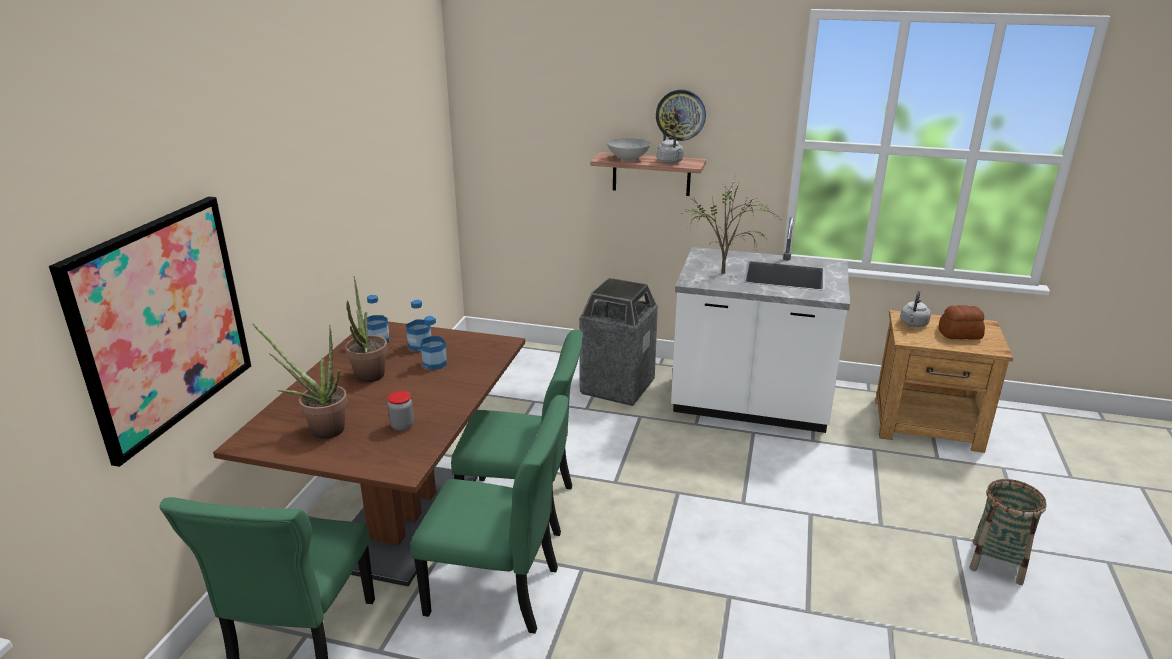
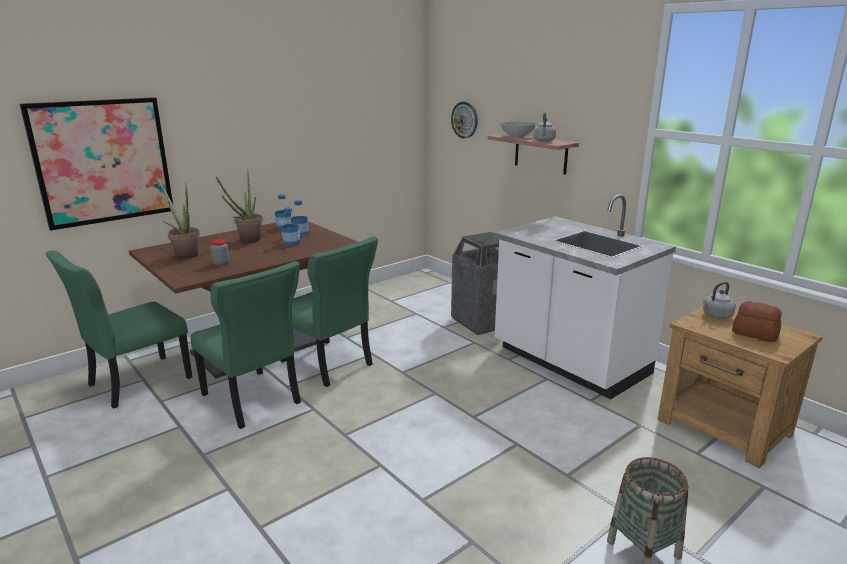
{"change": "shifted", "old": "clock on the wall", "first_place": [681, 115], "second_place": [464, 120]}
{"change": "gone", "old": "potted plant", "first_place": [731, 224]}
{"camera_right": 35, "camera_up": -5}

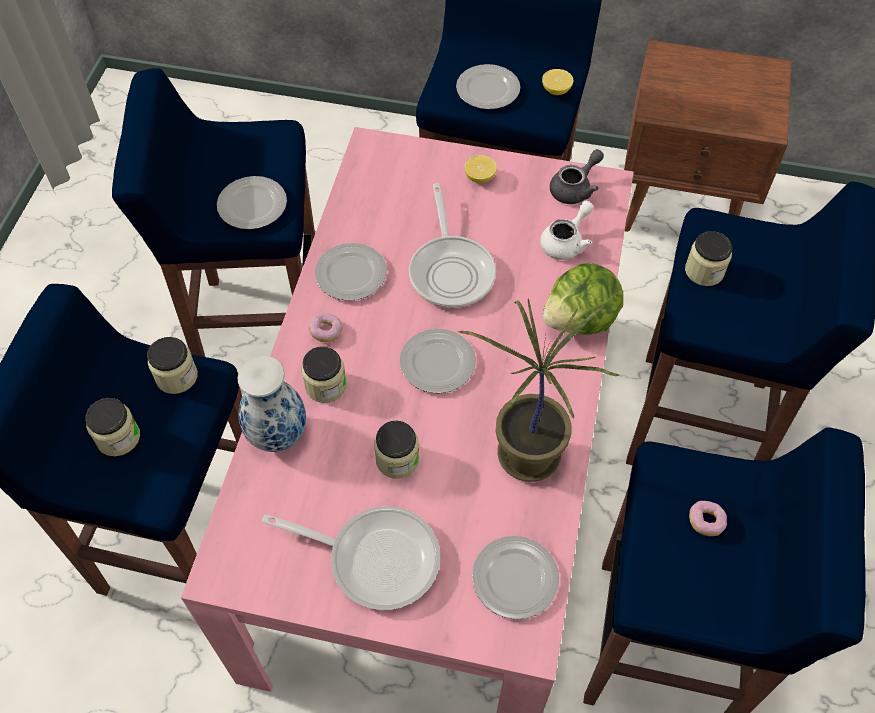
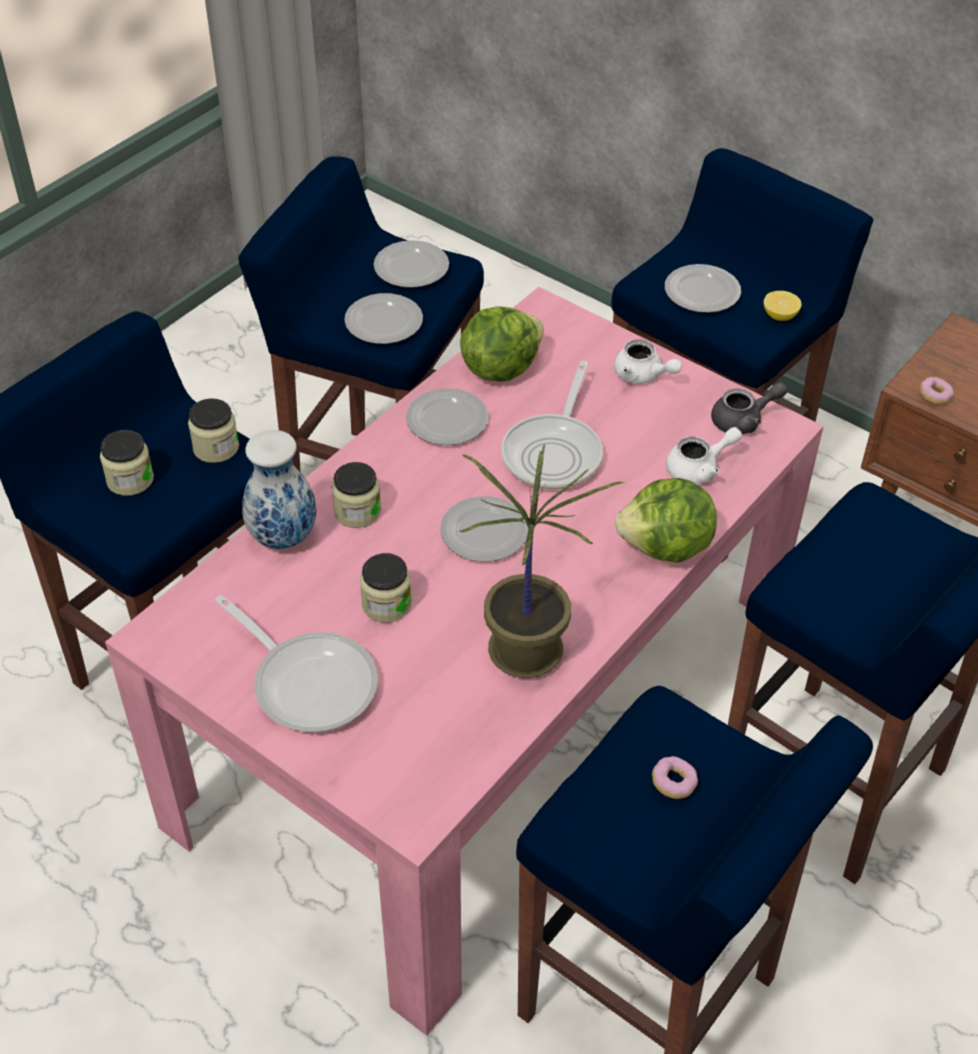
{"change": "shifted", "old": "donut", "first_place": [325, 327], "second_place": [937, 391]}
{"change": "swapped", "old": "citrus fruit", "new": "white-coloured pot for tea", "first_place": [480, 169], "second_place": [648, 361]}
{"change": "shifted", "old": "flat dish", "first_place": [515, 578], "second_place": [411, 264]}
{"change": "gone", "old": "storage jar", "first_place": [708, 258]}
{"change": "new", "new": "lettuce", "second_place": [502, 344]}
{"camera_right": 25, "camera_up": -10}

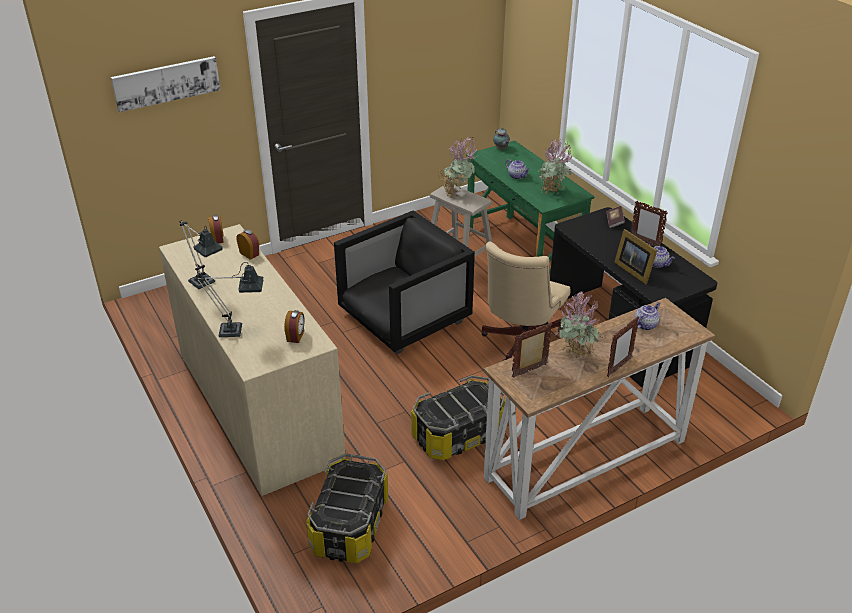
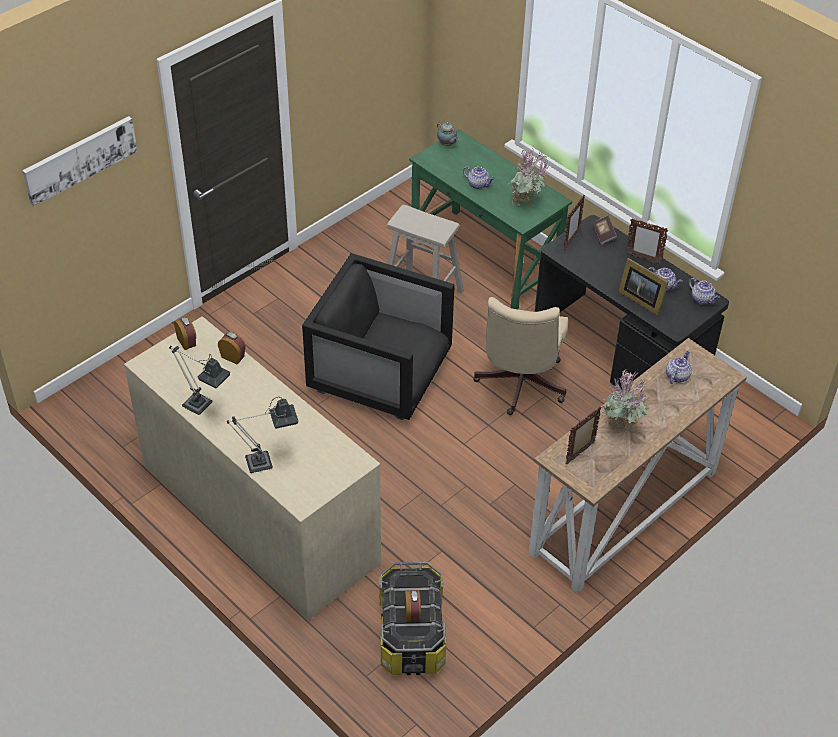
{"change": "shifted", "old": "alarm clock", "first_place": [294, 326], "second_place": [413, 606]}
{"change": "rotated", "old": "black-coloured lounge chair", "first_place": [404, 282], "second_place": [378, 336], "degrees": -105}
{"change": "gone", "old": "storage container", "first_place": [458, 417]}
{"change": "gone", "old": "potted plant", "first_place": [458, 168]}
{"change": "shifted", "old": "picture frame", "first_place": [623, 346], "second_place": [574, 222]}
{"change": "new", "new": "pot for tea", "second_place": [704, 291]}
{"camera_right": -15, "camera_up": 10}

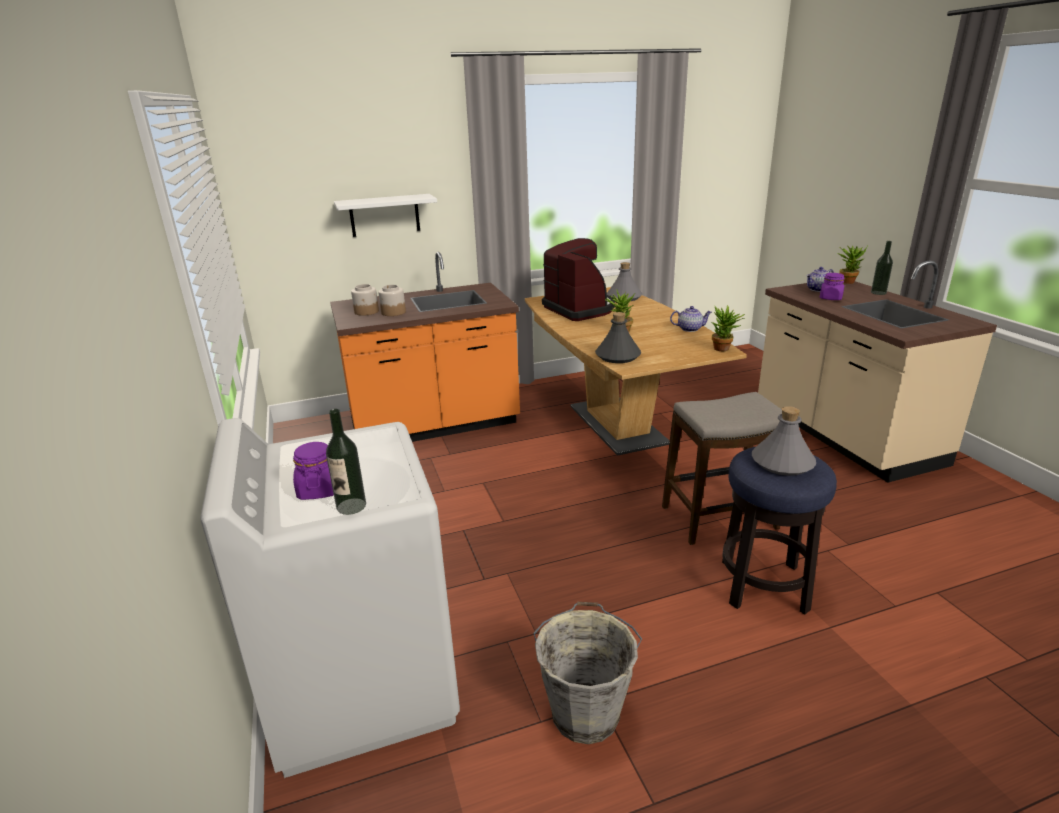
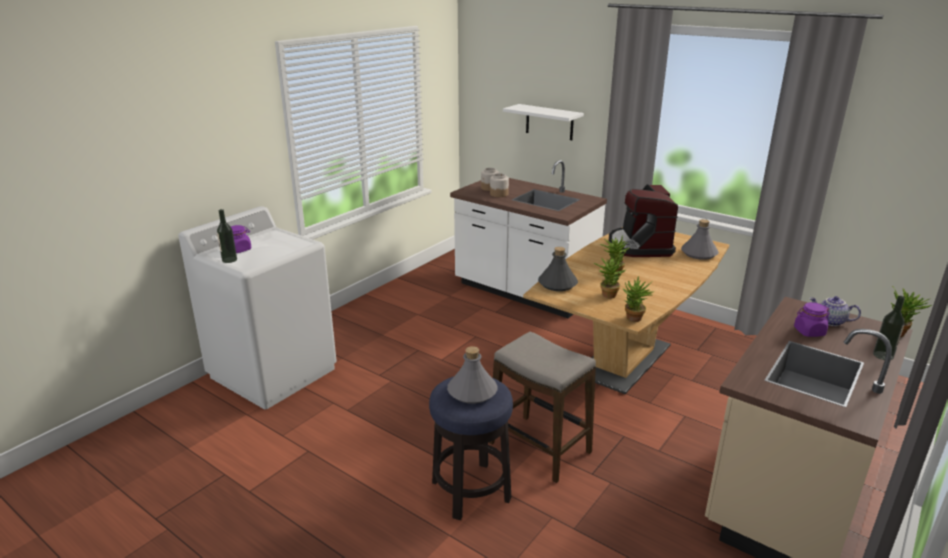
{"change": "repainted", "old": "orange kitchen counter", "new": "white-coloured kitchen counter", "first_place": [425, 347], "second_place": [528, 239]}
{"change": "gone", "old": "greyish pail", "first_place": [587, 672]}
{"change": "rotated", "old": "coffee machine", "first_place": [578, 279], "second_place": [643, 220], "degrees": 150}
{"change": "gone", "old": "pot for tea", "first_place": [691, 319]}
{"change": "new", "new": "potted plant", "second_place": [610, 277]}
{"camera_right": 55, "camera_up": 0}

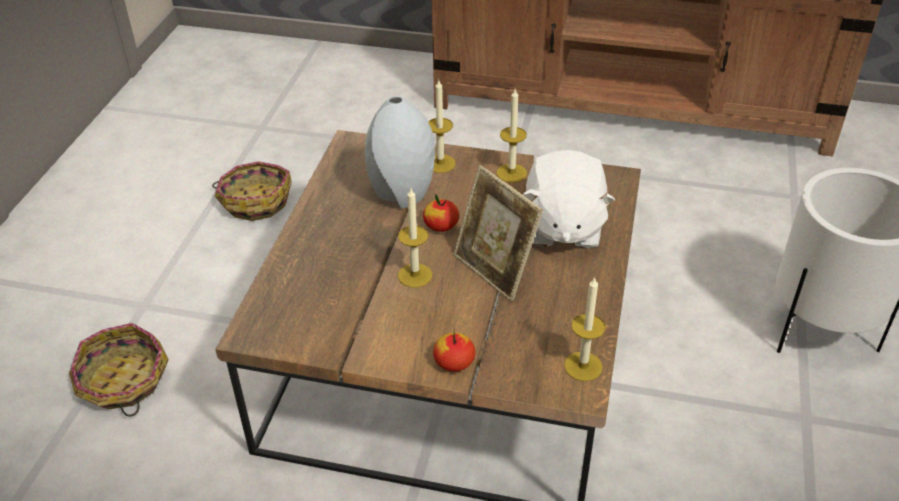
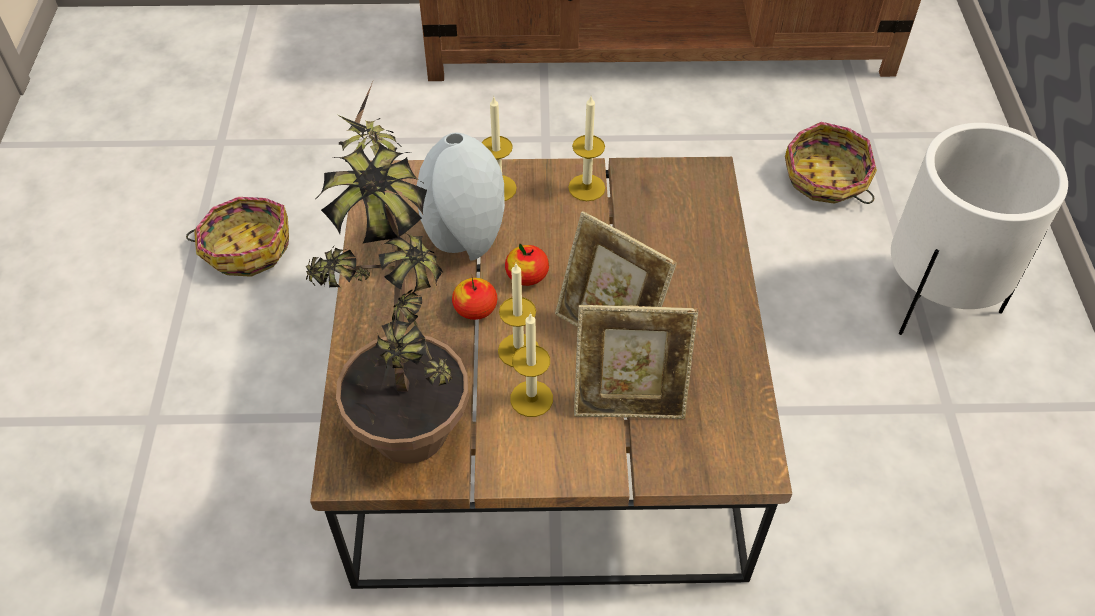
{"change": "shifted", "old": "household basket", "first_place": [119, 370], "second_place": [831, 163]}
{"change": "shifted", "old": "apple", "first_place": [454, 351], "second_place": [474, 298]}
{"change": "gone", "old": "white-coloured cuddly toy", "first_place": [568, 199]}
{"change": "shifted", "old": "wax light", "first_place": [585, 328], "second_place": [531, 365]}
{"change": "new", "new": "potted plant", "second_place": [387, 273]}
{"change": "new", "new": "picture frame", "second_place": [636, 362]}
{"camera_right": -15, "camera_up": 10}

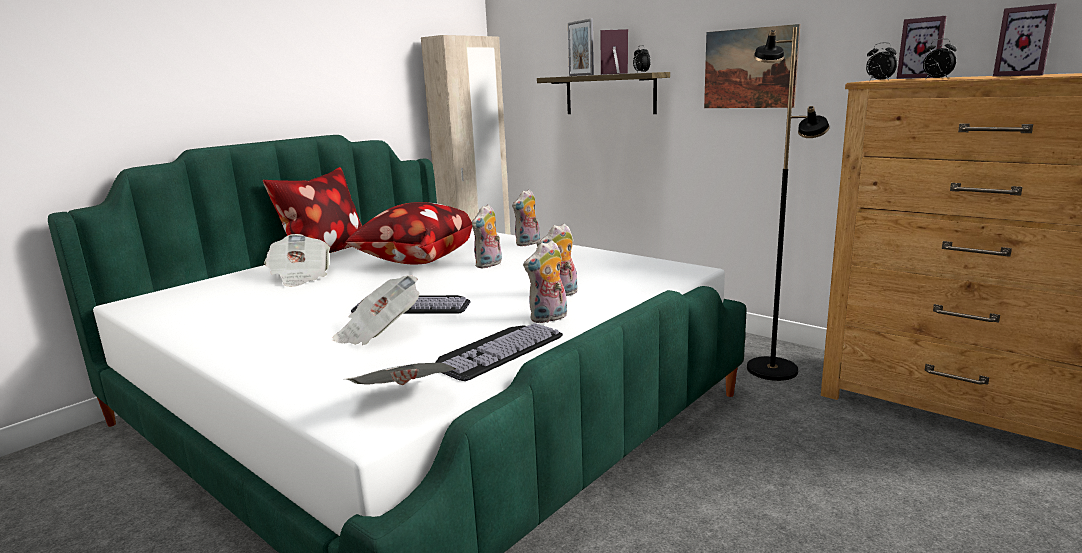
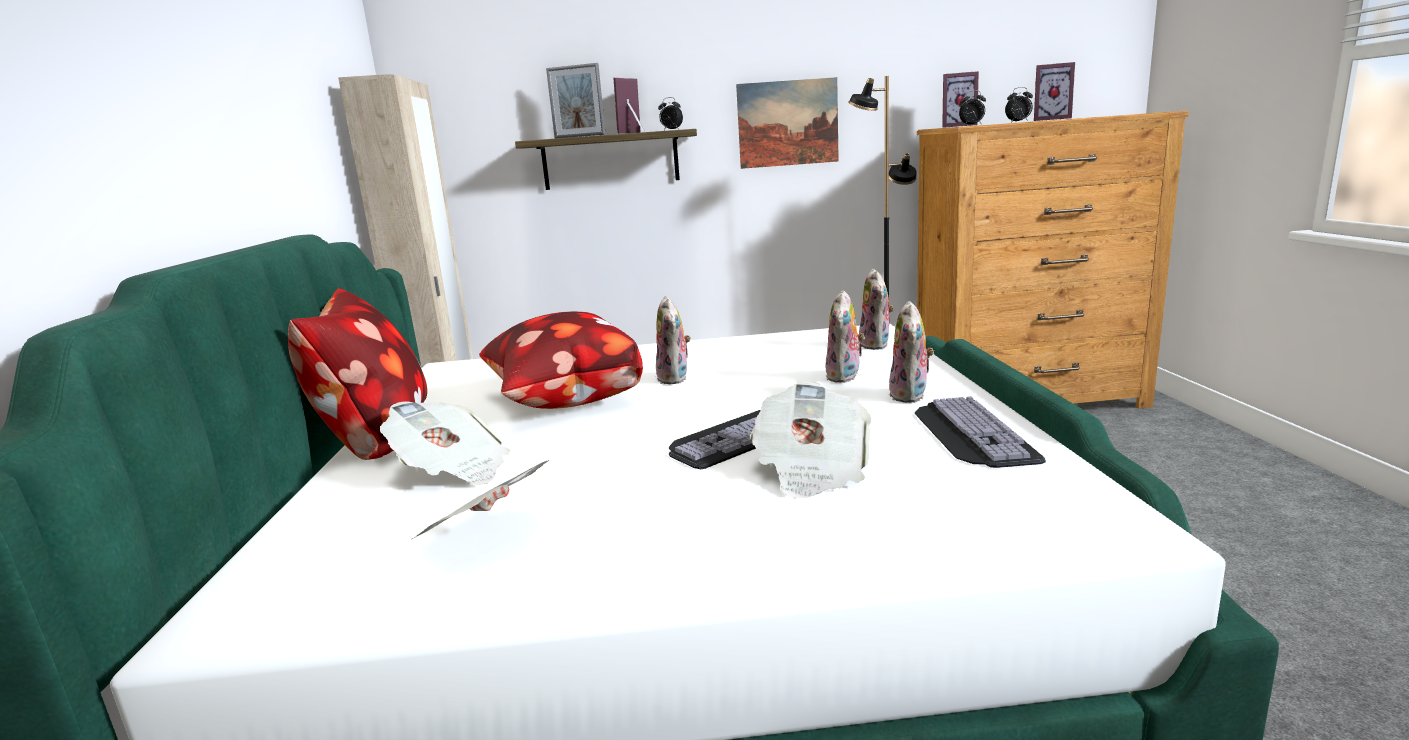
{"change": "shifted", "old": "daily paper", "first_place": [401, 374], "second_place": [479, 500]}
{"change": "shifted", "old": "cuddly toy", "first_place": [526, 217], "second_place": [876, 309]}
{"camera_right": -45, "camera_up": 0}

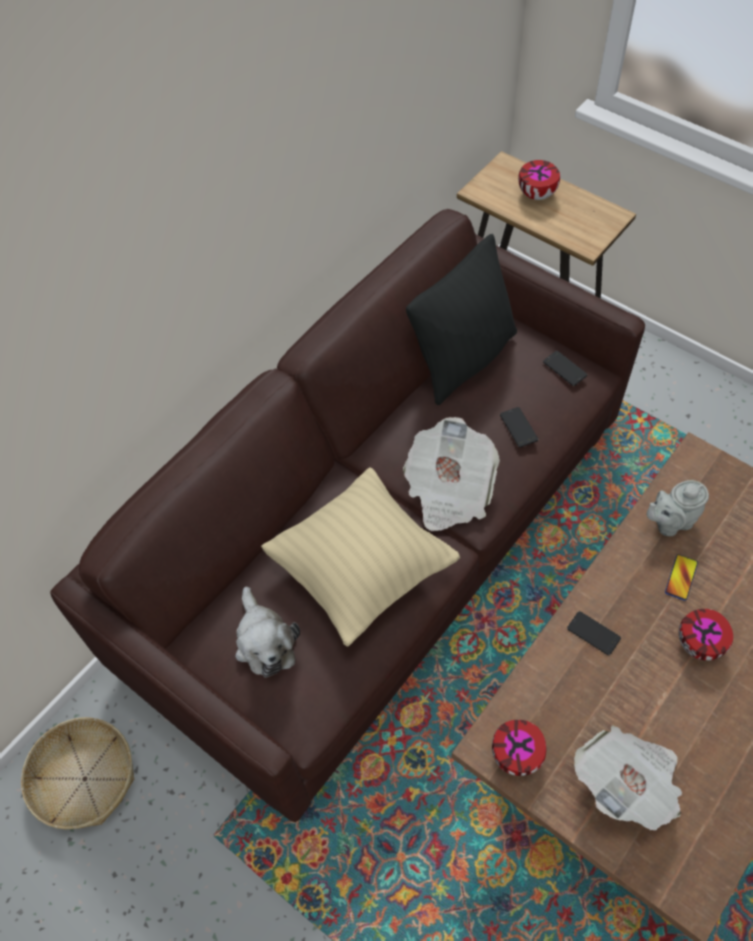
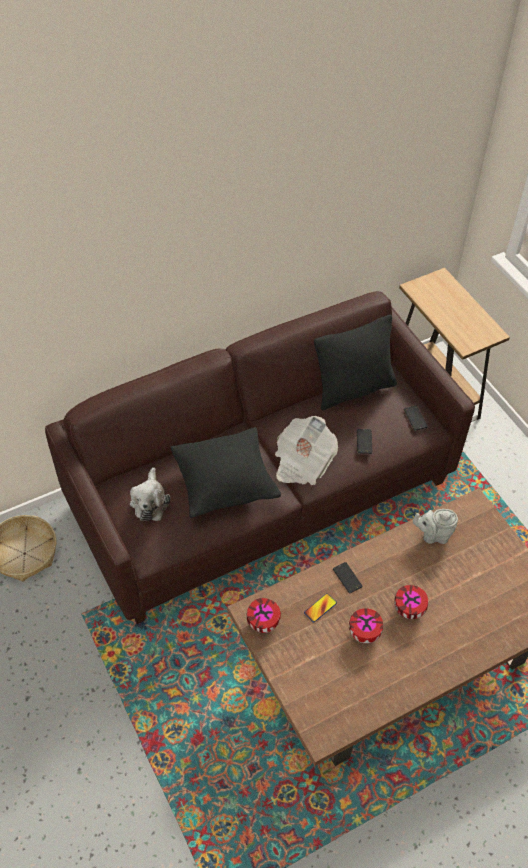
{"change": "repainted", "old": "beige-coloured pillow", "new": "black-coloured pillow", "first_place": [360, 557], "second_place": [226, 472]}
{"change": "shifted", "old": "bowl", "first_place": [539, 180], "second_place": [366, 625]}
{"change": "gone", "old": "daily paper", "first_place": [628, 778]}
{"change": "shifted", "old": "telephone", "first_place": [681, 577], "second_place": [320, 607]}
{"camera_right": 20, "camera_up": -5}

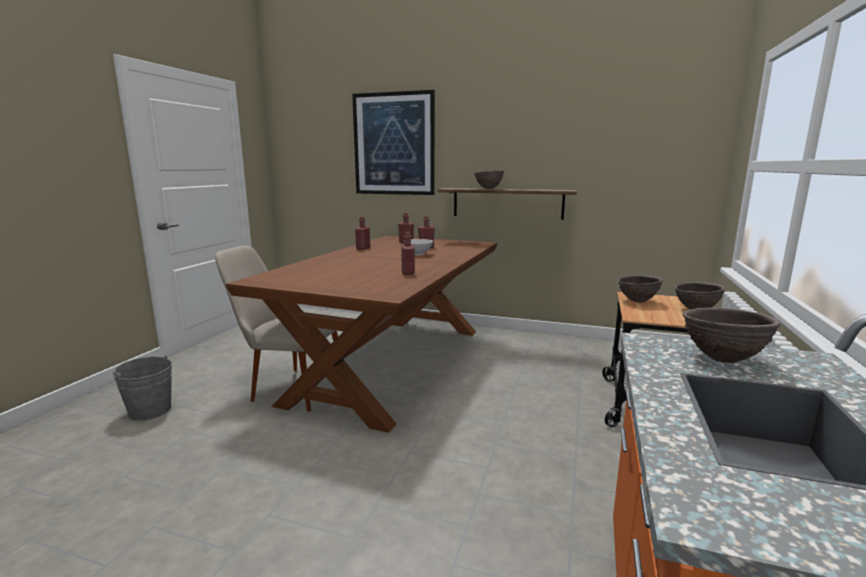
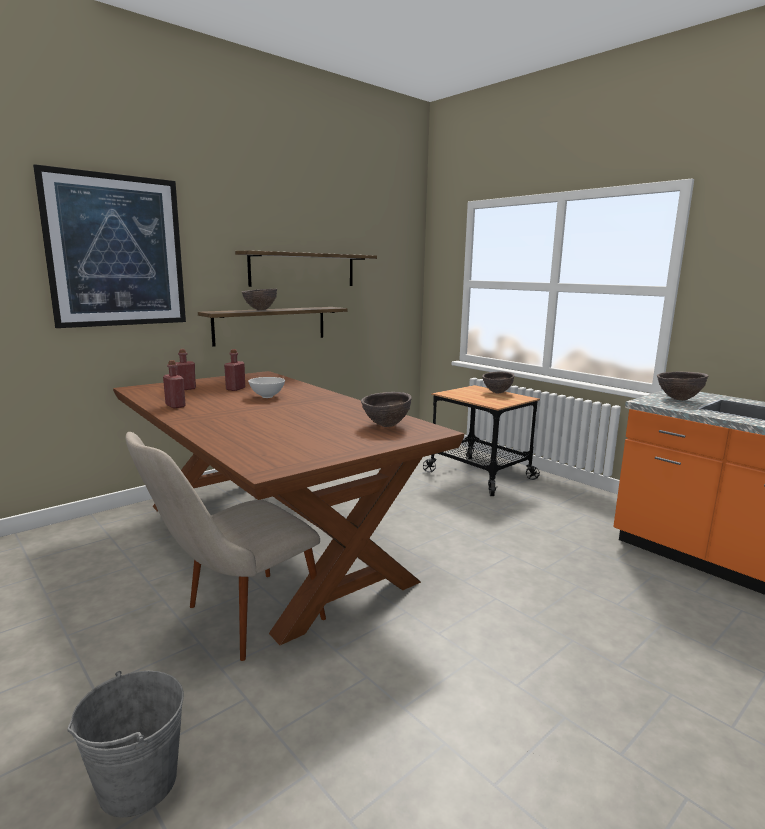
{"change": "gone", "old": "red bottle", "first_place": [408, 253]}
{"change": "shifted", "old": "brownish bowl", "first_place": [640, 289], "second_place": [386, 409]}
{"change": "new", "new": "shelf", "second_place": [306, 268]}
{"camera_right": -60, "camera_up": 0}

